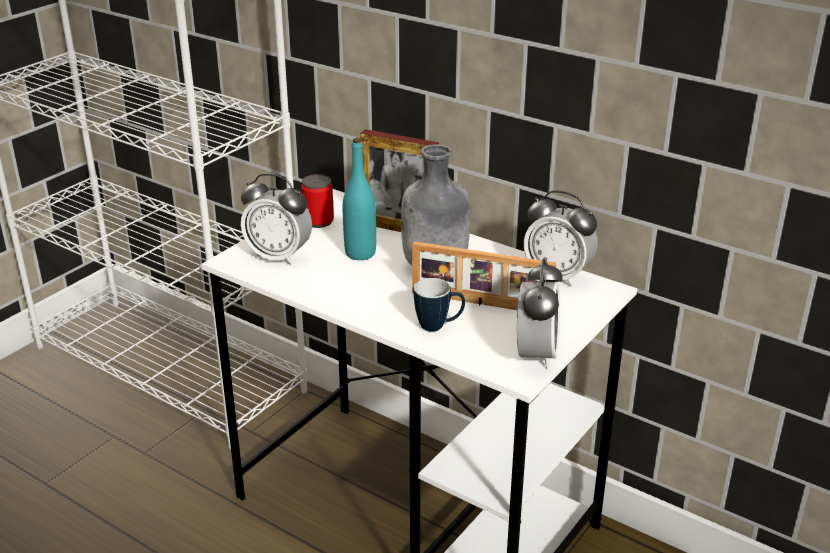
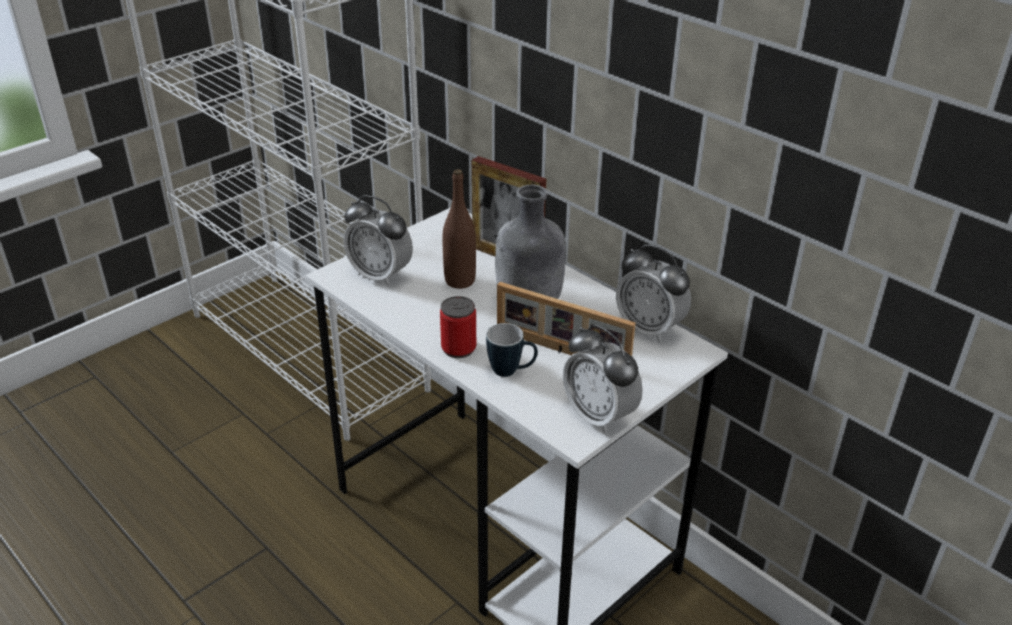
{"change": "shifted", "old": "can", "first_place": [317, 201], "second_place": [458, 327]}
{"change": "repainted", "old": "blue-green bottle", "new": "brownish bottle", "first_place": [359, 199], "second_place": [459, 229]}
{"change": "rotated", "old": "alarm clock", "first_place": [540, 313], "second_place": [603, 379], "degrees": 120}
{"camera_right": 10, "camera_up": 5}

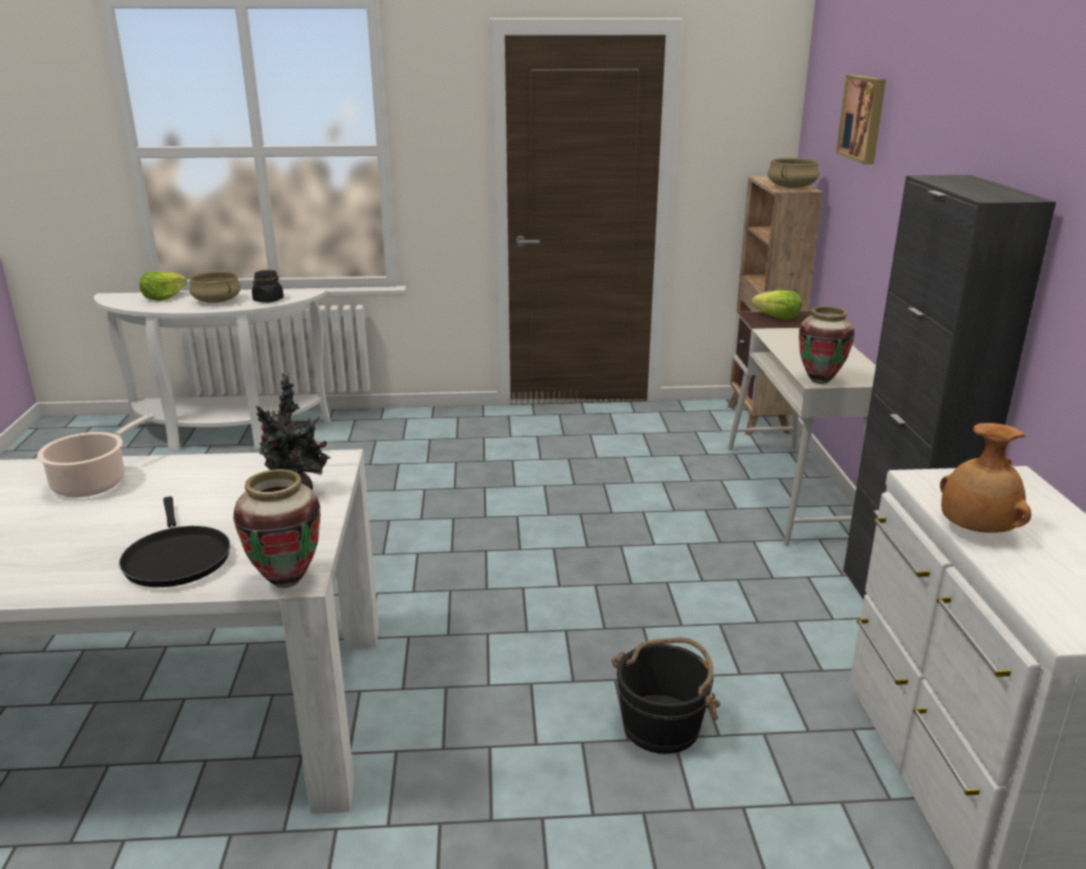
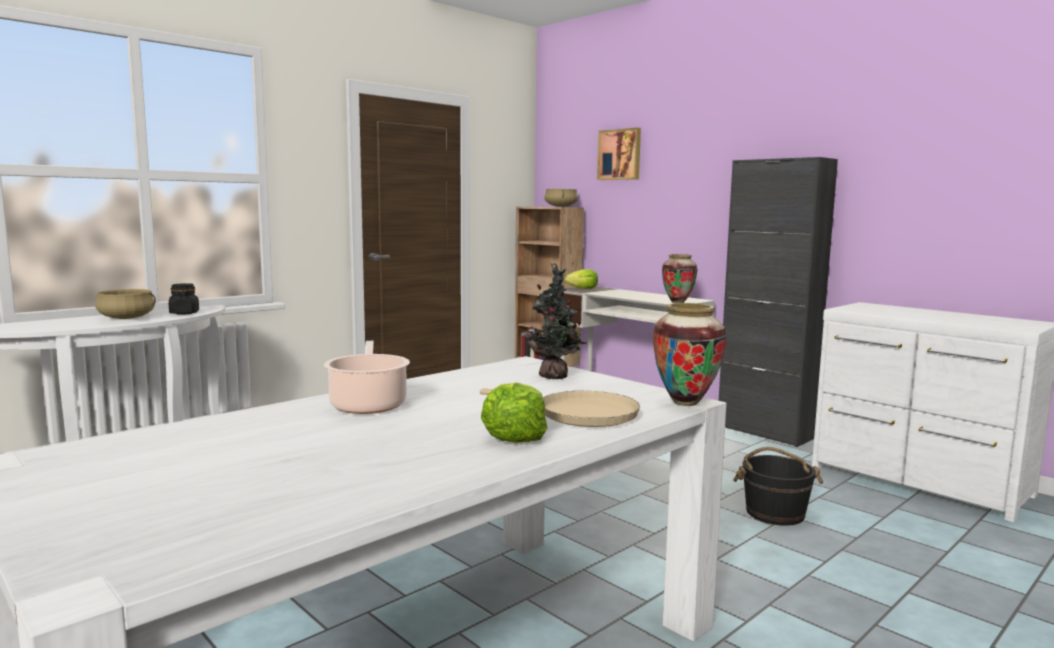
{"change": "repainted", "old": "black-coloured frying pan", "new": "beige-coloured frying pan", "first_place": [174, 541], "second_place": [560, 407]}
{"change": "shifted", "old": "lettuce", "first_place": [163, 286], "second_place": [514, 413]}
{"change": "gone", "old": "brownish decorative vase", "first_place": [985, 478]}
{"camera_right": -40, "camera_up": -15}

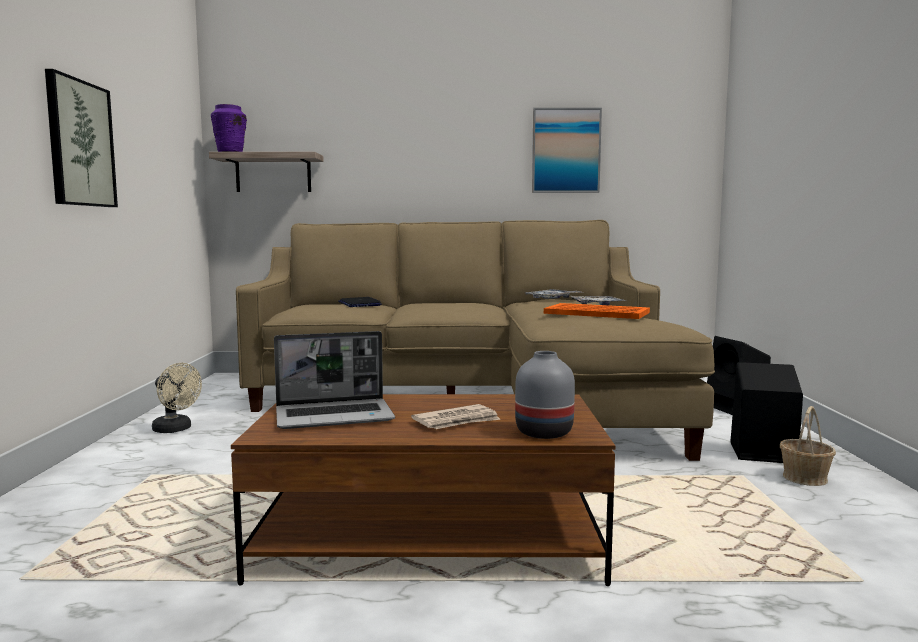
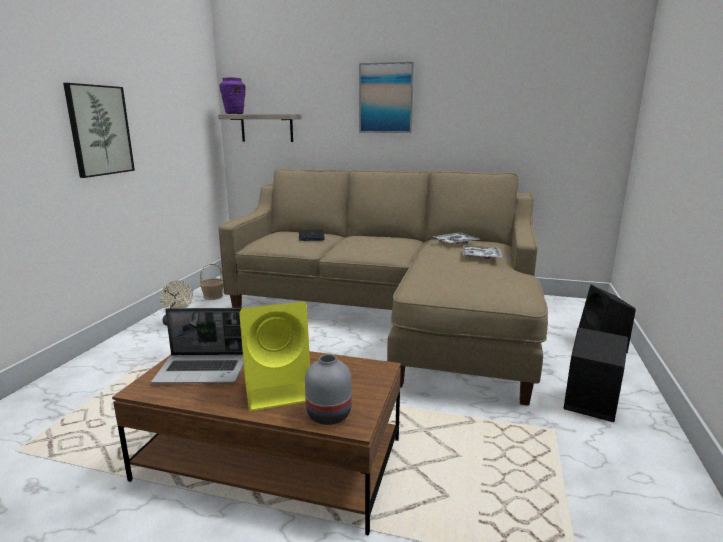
{"change": "swapped", "old": "daily paper", "new": "yellow-coloured loudspeaker", "first_place": [456, 416], "second_place": [274, 356]}
{"change": "shifted", "old": "wall picture", "first_place": [567, 150], "second_place": [386, 97]}
{"change": "gone", "old": "orange tray", "first_place": [597, 311]}
{"change": "shifted", "old": "household basket", "first_place": [808, 446], "second_place": [211, 281]}
{"camera_right": 15, "camera_up": 10}

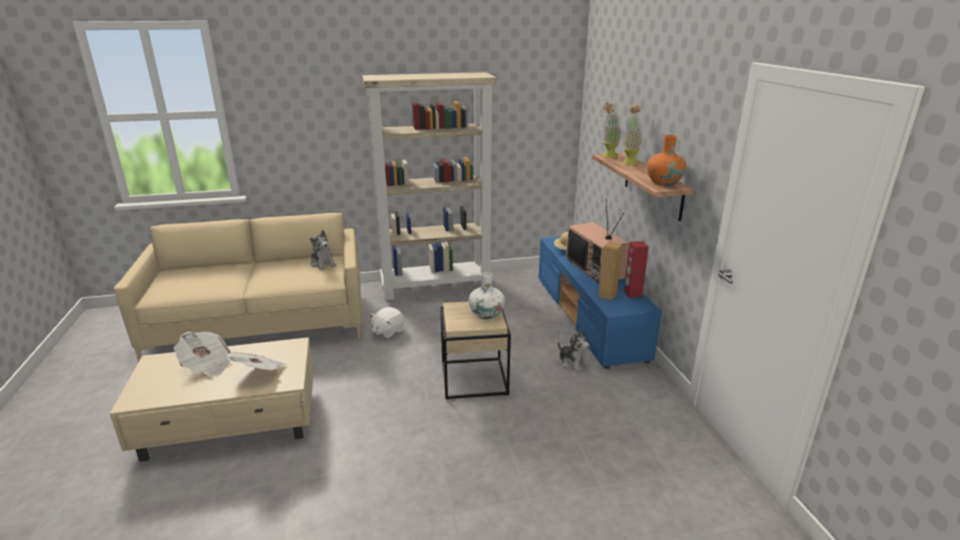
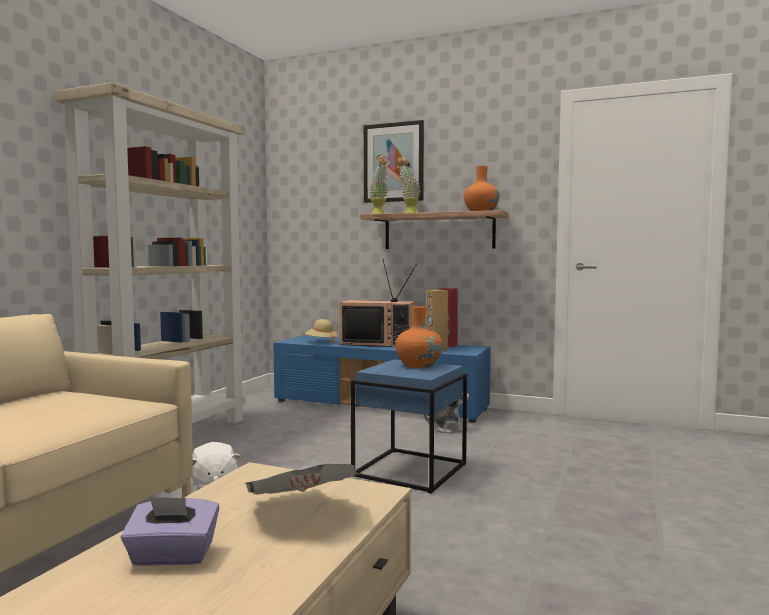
{"change": "swapped", "old": "daily paper", "new": "purple box of tissues", "first_place": [202, 354], "second_place": [170, 531]}
{"change": "gone", "old": "cuddly toy", "first_place": [323, 250]}
{"change": "repainted", "old": "beige-coloured end table", "new": "blue-coloured end table", "first_place": [475, 350], "second_place": [409, 427]}
{"change": "repainted", "old": "white-coloured decorative vase", "new": "orange decorative vase", "first_place": [487, 295], "second_place": [419, 337]}
{"change": "new", "new": "wall picture", "second_place": [394, 161]}
{"camera_right": -55, "camera_up": -20}

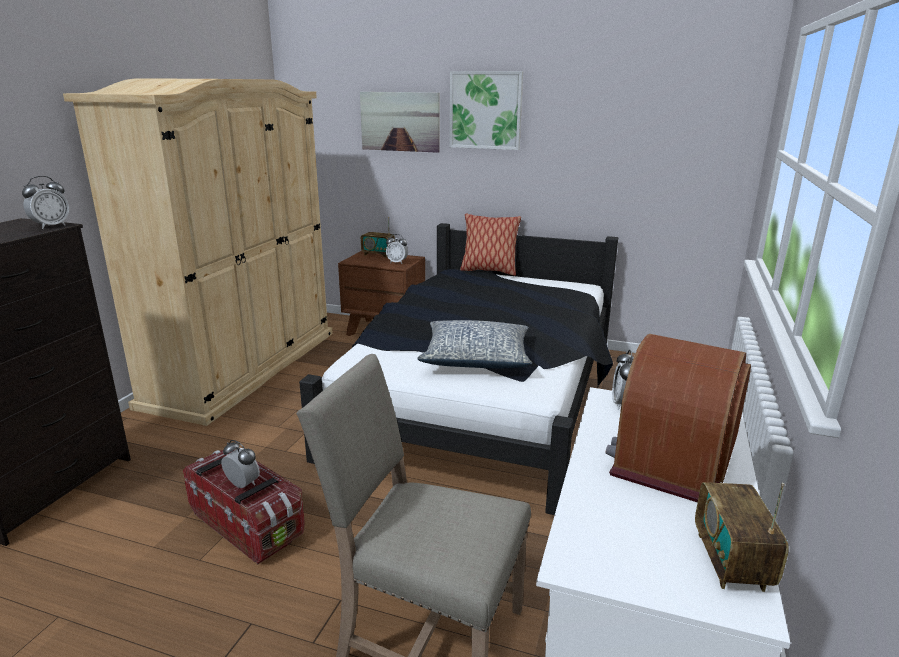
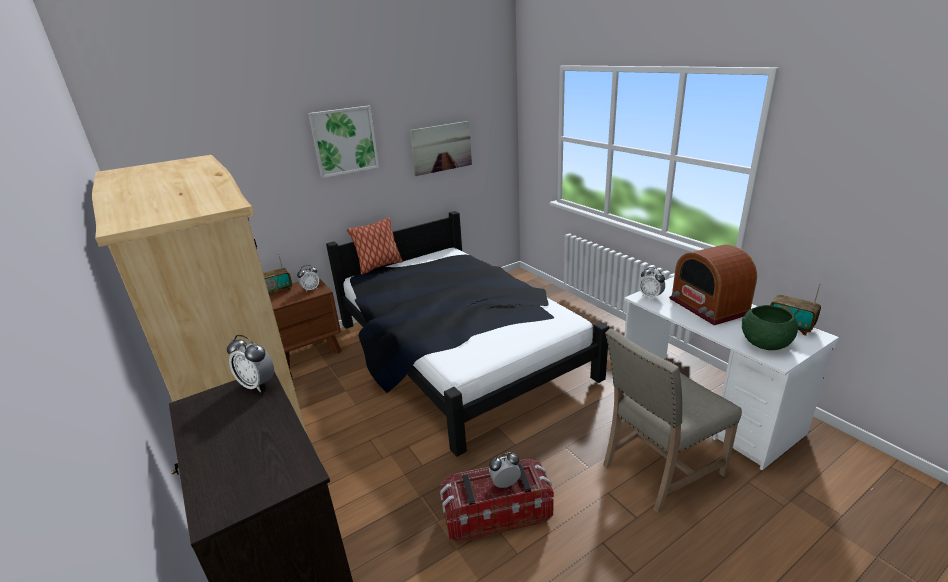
{"change": "rotated", "old": "alarm clock", "first_place": [45, 202], "second_place": [250, 363], "degrees": 135}
{"change": "shifted", "old": "wall picture", "first_place": [399, 122], "second_place": [441, 148]}
{"change": "gone", "old": "pillow", "first_place": [475, 344]}
{"change": "new", "new": "green bowl", "second_place": [770, 327]}
{"camera_right": -50, "camera_up": 5}

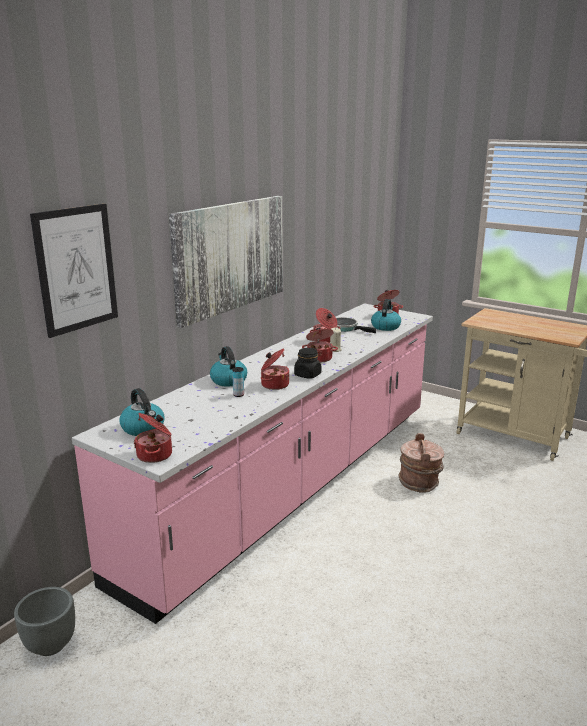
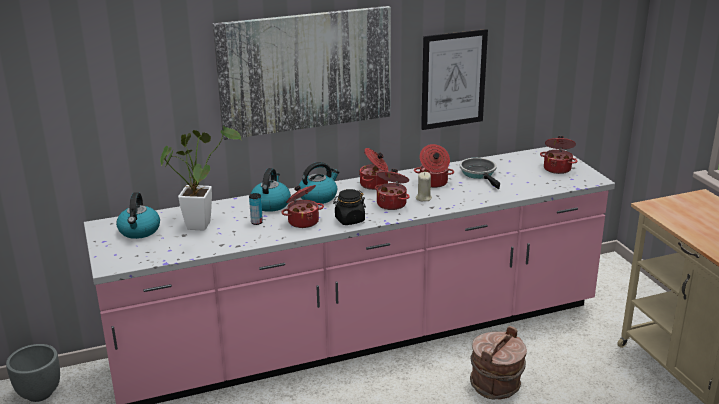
{"change": "shifted", "old": "wall picture", "first_place": [74, 271], "second_place": [454, 79]}
{"change": "shifted", "old": "cooking pot", "first_place": [153, 438], "second_place": [373, 169]}
{"change": "shifted", "old": "kettle", "first_place": [386, 315], "second_place": [318, 183]}
{"change": "new", "new": "potted plant", "second_place": [200, 178]}
{"camera_right": 35, "camera_up": 5}

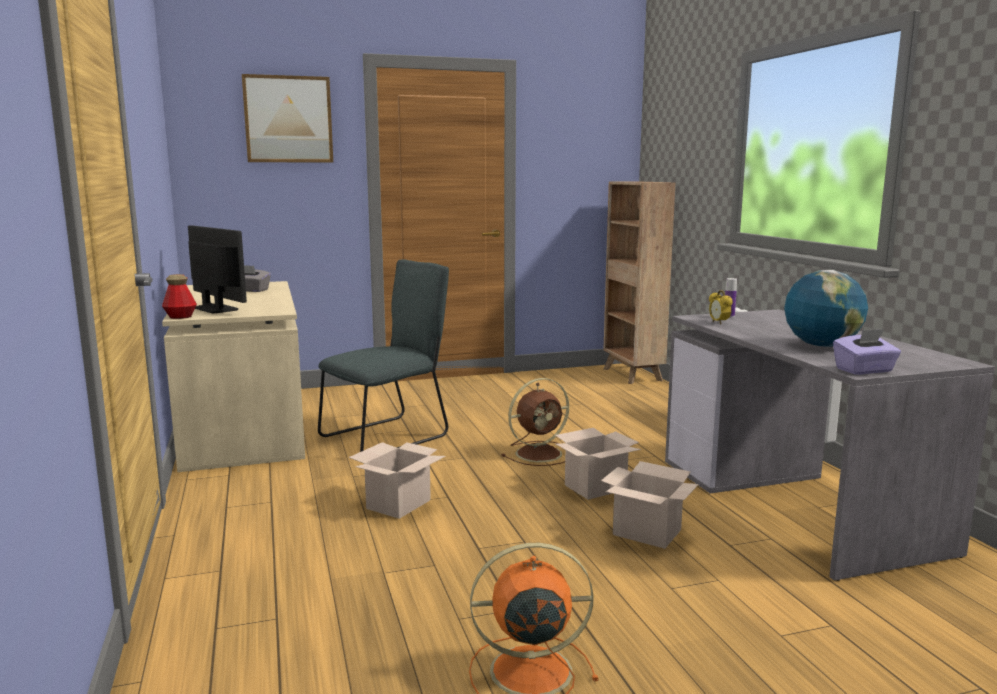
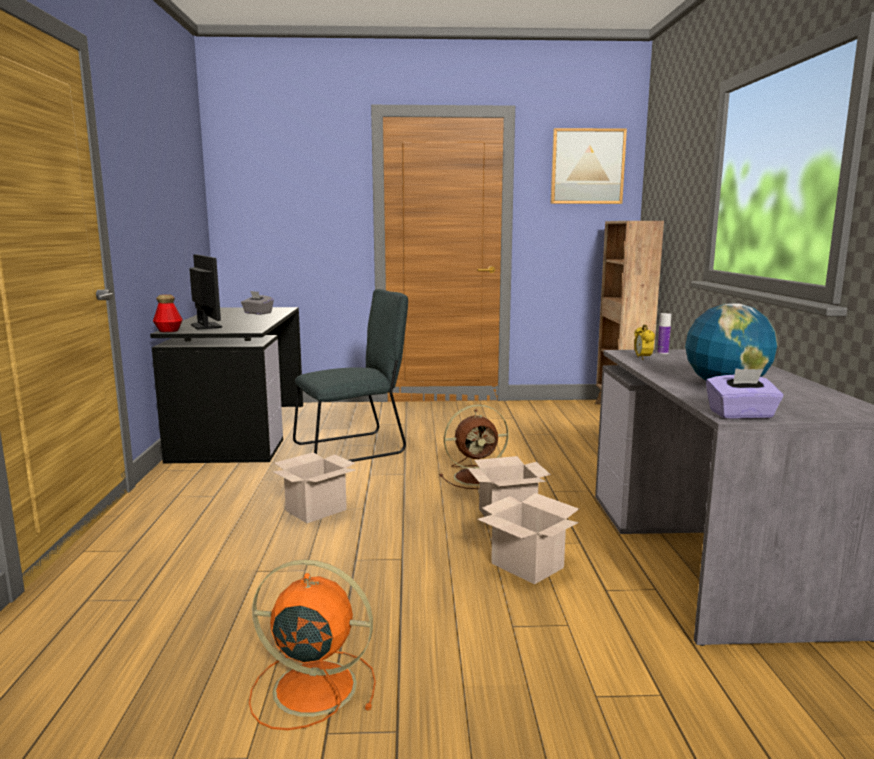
{"change": "repainted", "old": "beige-coloured desk table", "new": "black-coloured desk table", "first_place": [233, 376], "second_place": [226, 385]}
{"change": "shifted", "old": "wall picture", "first_place": [287, 118], "second_place": [589, 166]}
{"camera_right": 15, "camera_up": 0}

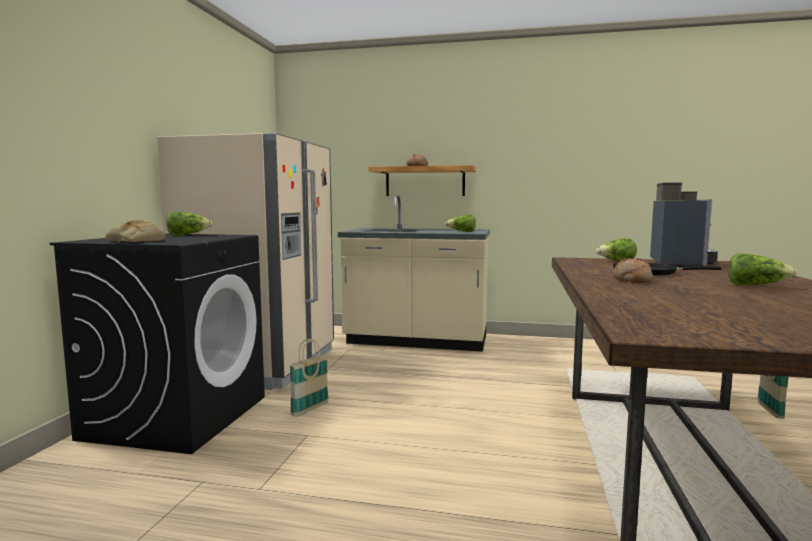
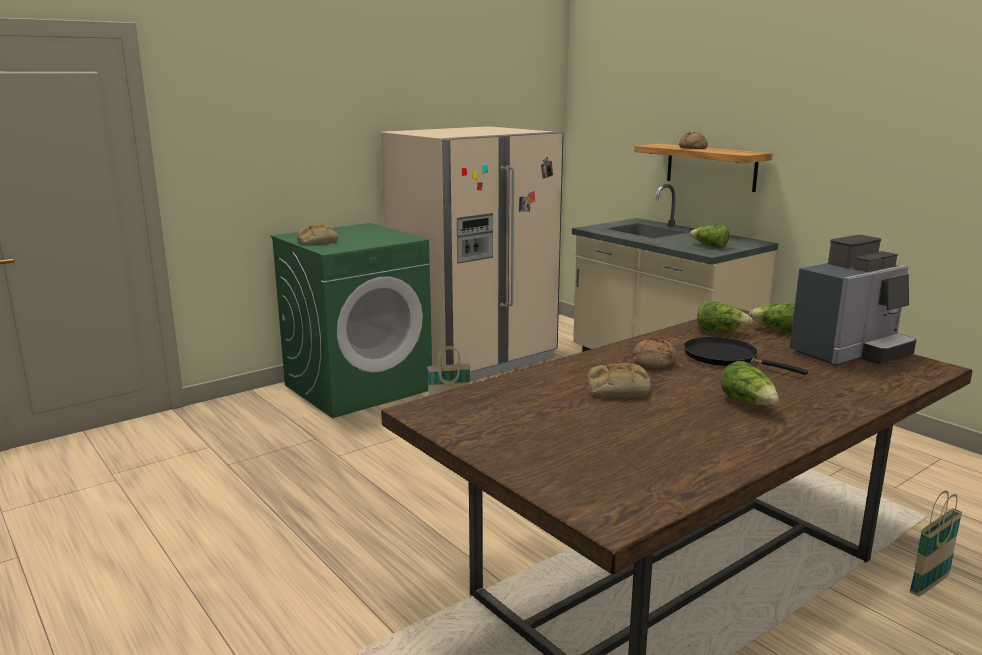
{"change": "repainted", "old": "black-coloured laundry appliance", "new": "green laundry appliance", "first_place": [157, 344], "second_place": [351, 320]}
{"change": "shifted", "old": "lettuce", "first_place": [189, 223], "second_place": [725, 316]}
{"change": "new", "new": "bread", "second_place": [619, 380]}
{"camera_right": 40, "camera_up": 10}

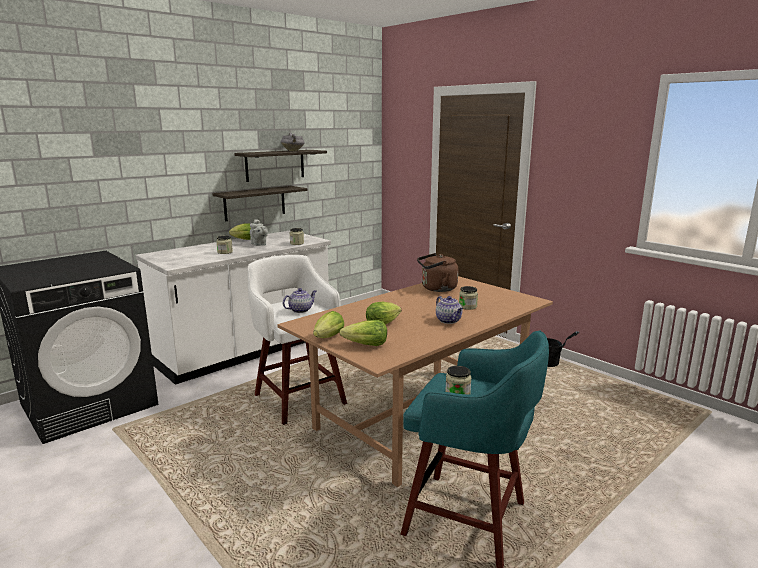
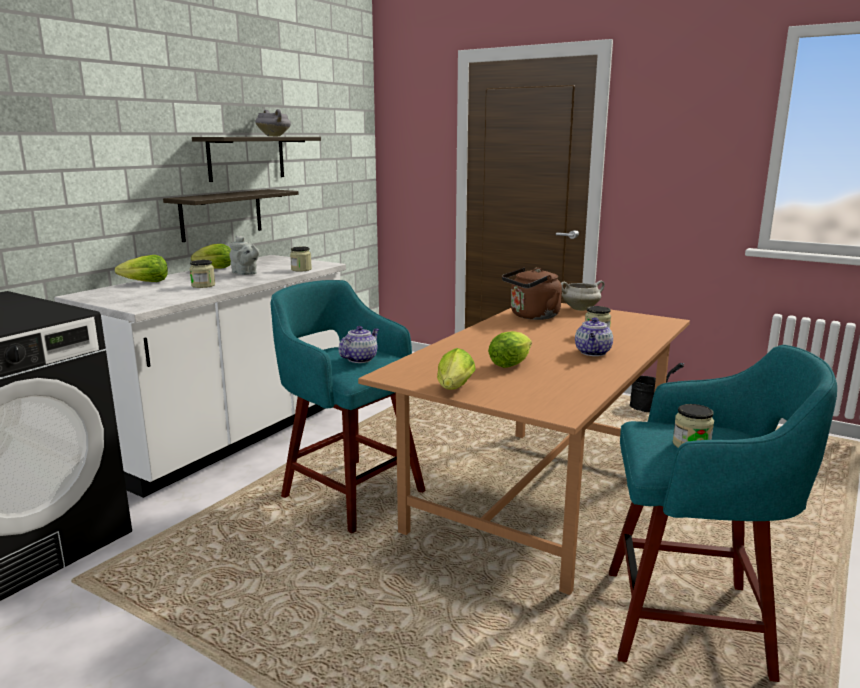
{"change": "repainted", "old": "white-coloured sitting stool", "new": "blue-green sitting stool", "first_place": [297, 340], "second_place": [348, 406]}
{"change": "shifted", "old": "lettuce", "first_place": [363, 333], "second_place": [141, 268]}
{"change": "rotated", "old": "pot for tea", "first_place": [449, 310], "second_place": [594, 336], "degrees": 60}
{"change": "new", "new": "white-coloured cooking pot", "second_place": [583, 296]}
{"camera_right": -15, "camera_up": 0}

